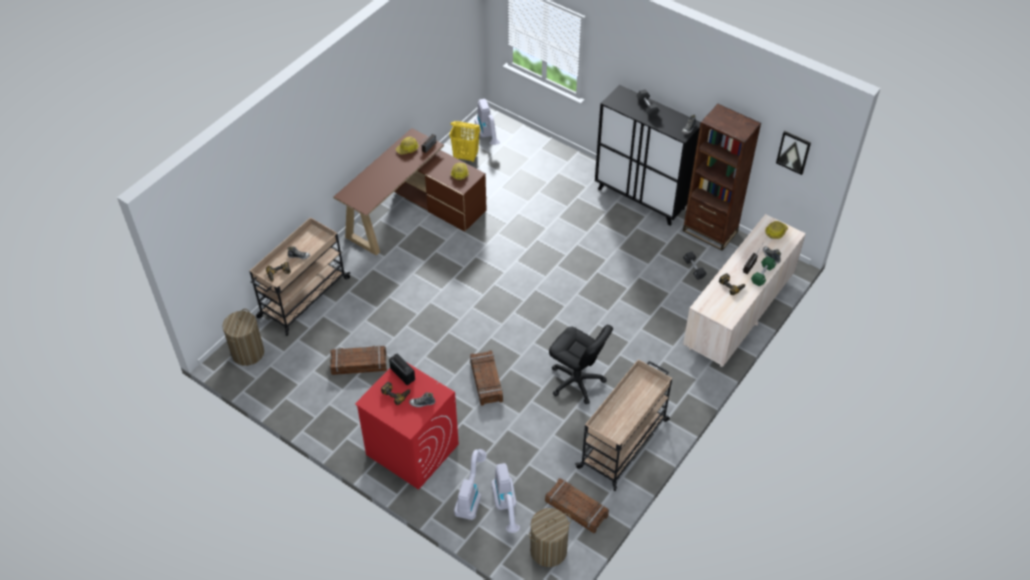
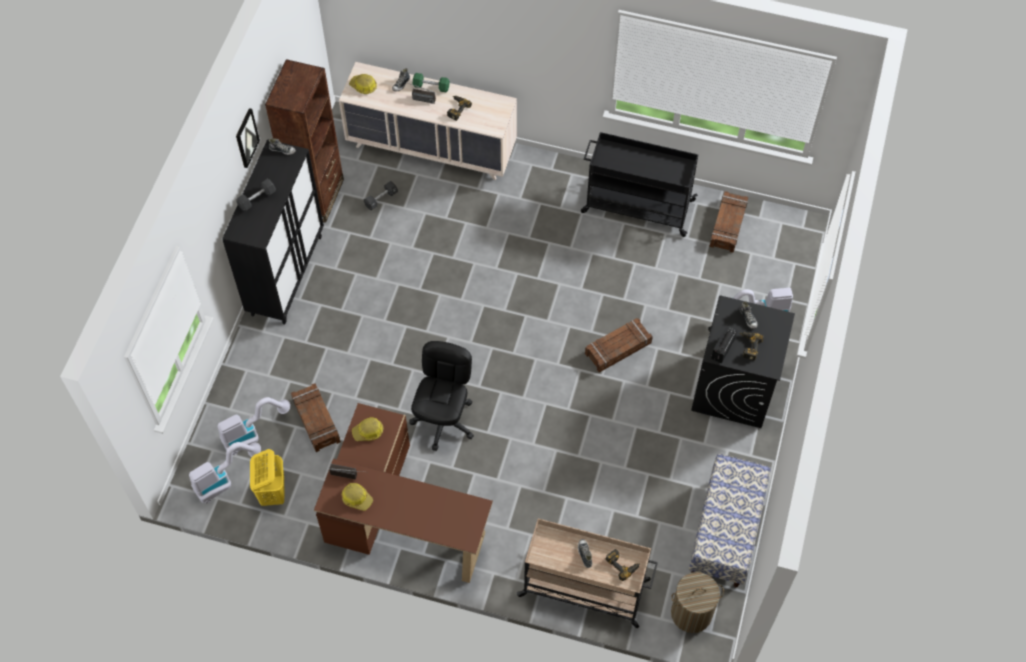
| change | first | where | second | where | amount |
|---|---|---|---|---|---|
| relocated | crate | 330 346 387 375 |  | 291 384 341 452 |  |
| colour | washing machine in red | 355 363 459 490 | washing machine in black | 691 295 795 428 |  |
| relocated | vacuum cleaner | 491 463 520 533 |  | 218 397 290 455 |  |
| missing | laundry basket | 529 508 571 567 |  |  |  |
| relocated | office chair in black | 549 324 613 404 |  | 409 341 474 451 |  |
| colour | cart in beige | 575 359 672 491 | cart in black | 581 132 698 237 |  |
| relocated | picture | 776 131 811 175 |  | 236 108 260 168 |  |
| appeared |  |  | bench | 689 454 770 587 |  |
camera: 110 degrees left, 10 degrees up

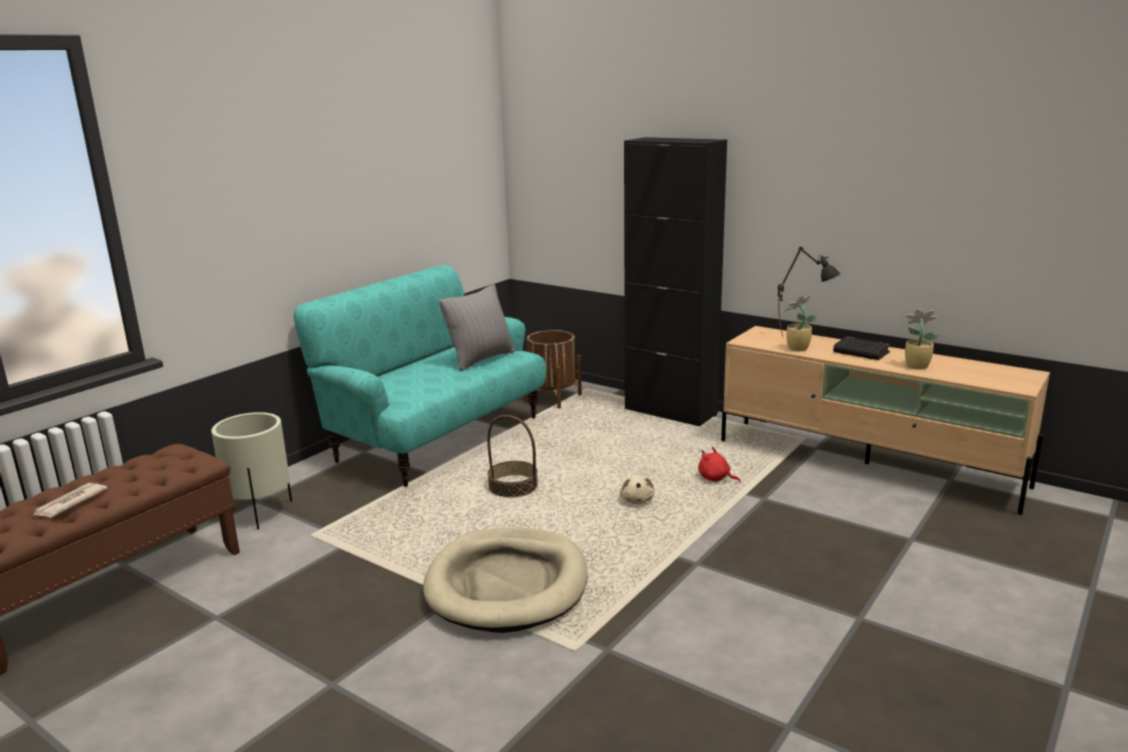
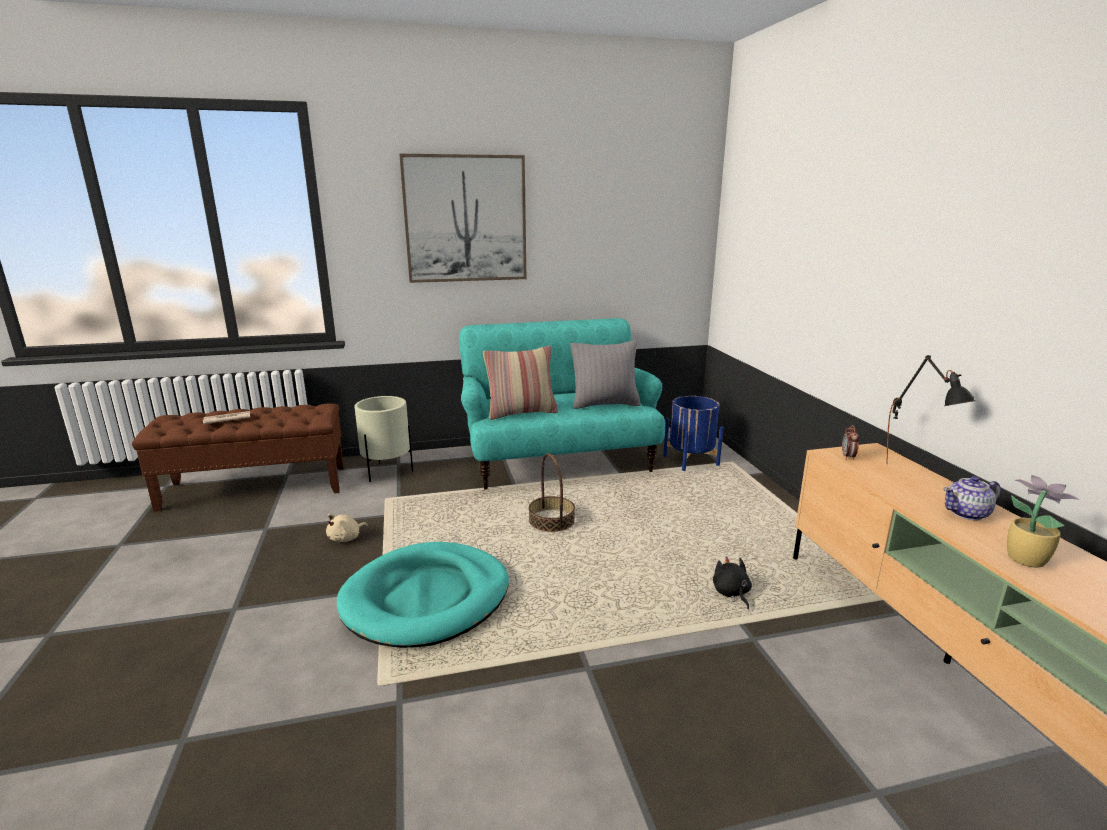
| change | first | where | second | where | amount |
|---|---|---|---|---|---|
| colour | dog bed in beige | 423 527 588 633 | dog bed in turquoise | 337 542 509 648 |  |
| colour | planter in brown | 523 330 582 408 | planter in blue | 663 396 724 471 |  |
| relocated | plush toy in beige | 620 475 655 504 |  | 326 514 368 542 |  |
| missing | cabinet in black | 624 137 727 427 |  |  |  |
| colour | plush toy in red | 698 447 741 483 | plush toy in black | 713 557 752 609 |  |
| missing | potted plant | 784 294 817 351 |  |  |  |
| exchanged | book in black | 833 337 891 360 | teapot | 944 476 1001 520 |  |
| appeared |  |  | picture | 399 154 526 283 |  |
| appeared |  |  | pillow | 483 346 558 420 |  |
| appeared |  |  | alarm clock | 842 425 859 460 |  |
camera: 40 degrees right, 0 degrees up

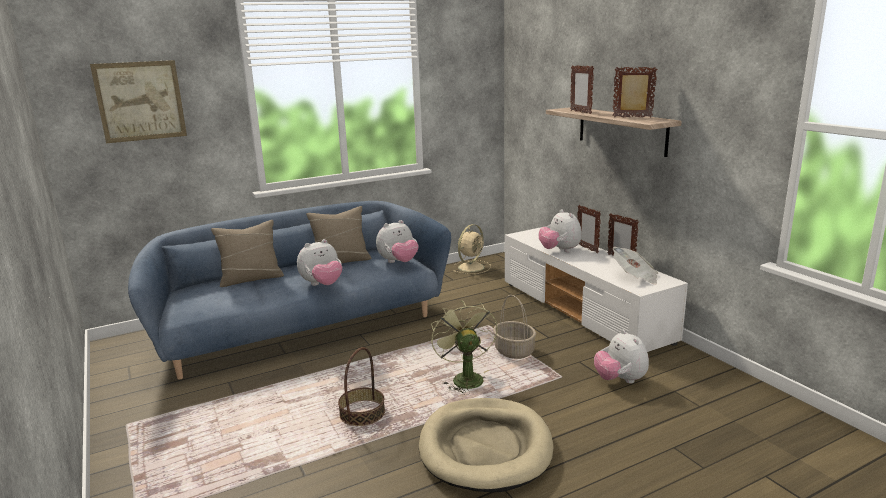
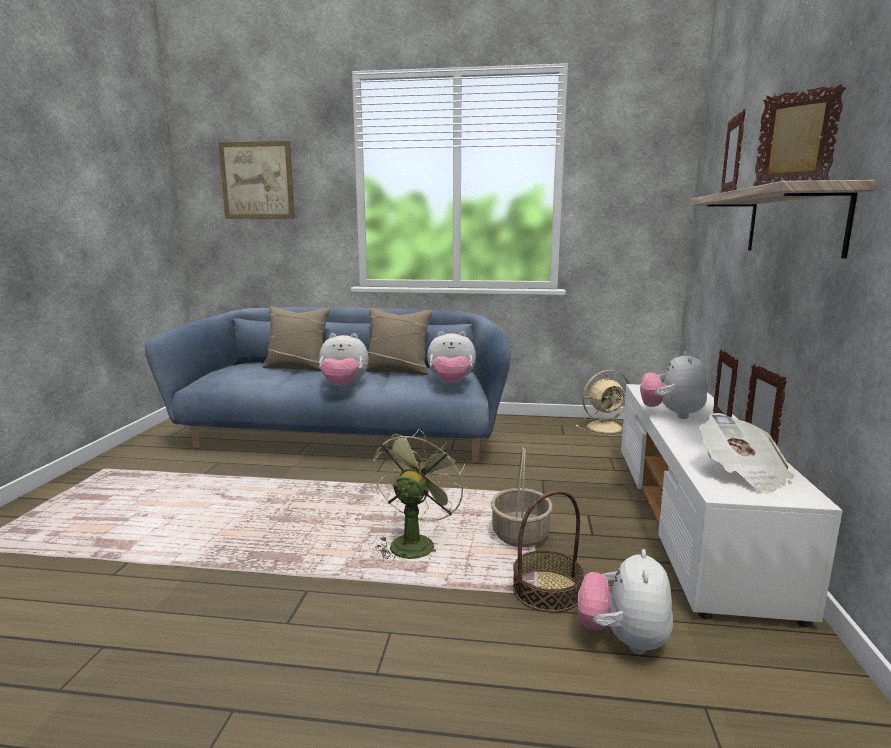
| change | first | where | second | where | amount |
|---|---|---|---|---|---|
| relocated | basket | 338 347 385 426 |  | 513 490 584 613 |  |
| missing | dog bed in beige | 419 398 554 492 |  |  |  |
camera: 35 degrees right, 5 degrees down

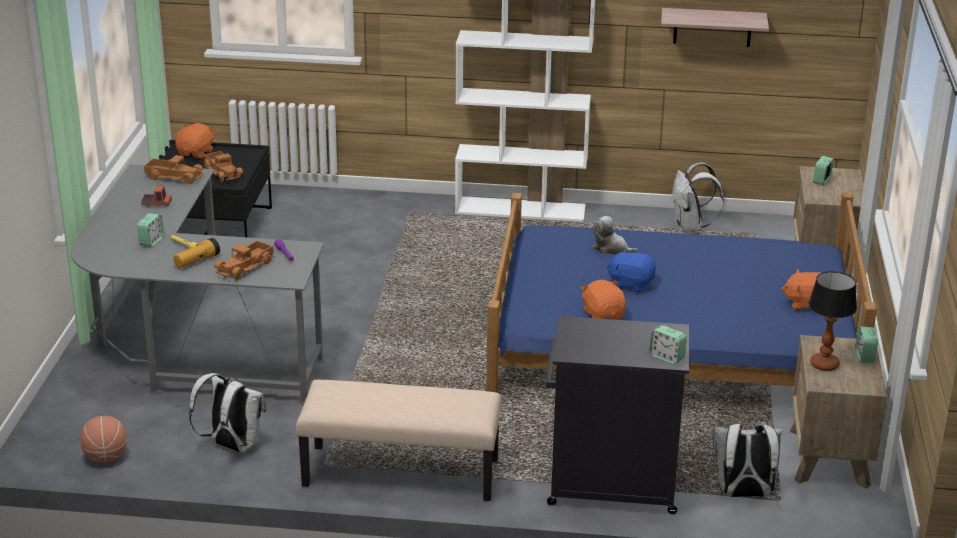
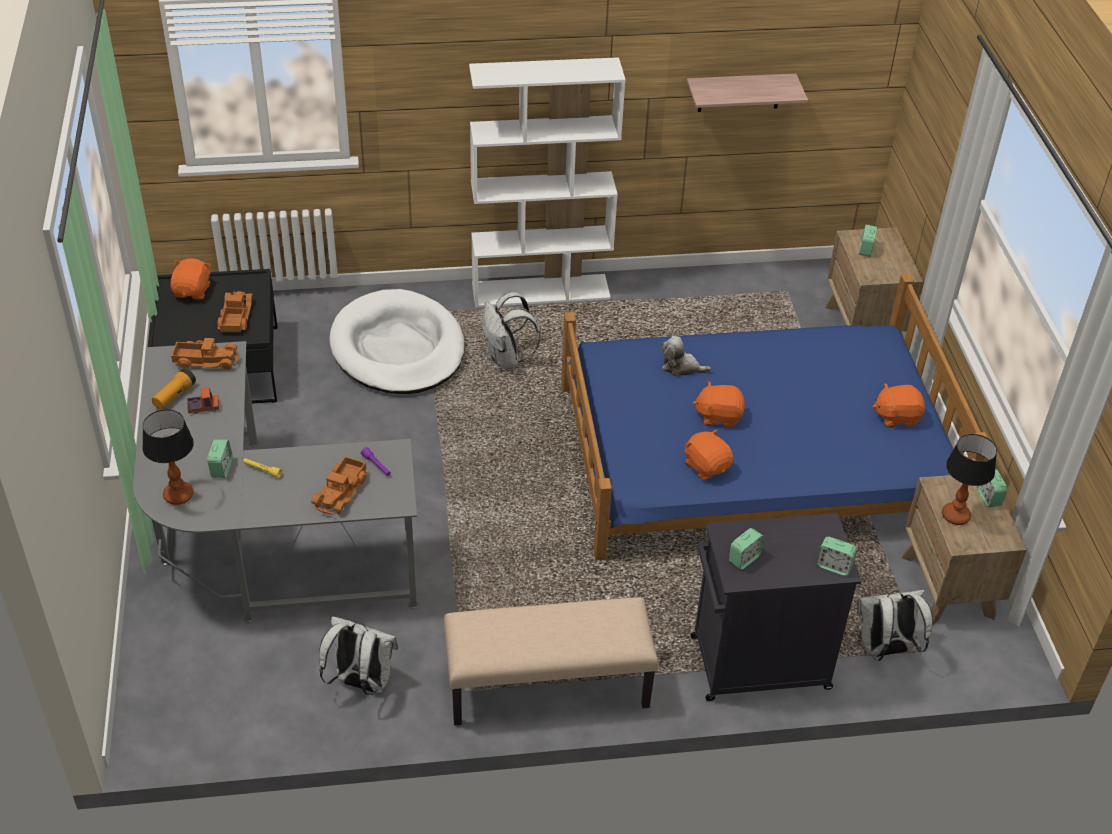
| change | first | where | second | where | amount |
|---|---|---|---|---|---|
| missing | basketball | 80 416 127 463 |  |  |  |
| relocated | flashlight | 174 238 220 268 |  | 152 368 196 409 |  |
| spun | toy truck | 203 151 243 182 |  | 218 291 253 332 | 135 degrees counterclockwise |
| colour | plush toy in blue | 606 249 656 293 | plush toy in orange | 693 381 746 428 |  |
| relocated | backpack in white | 672 162 724 232 |  | 482 292 540 369 |  |
| appeared |  |  | table lamp | 142 409 194 505 |  |
| appeared |  |  | dog bed in white | 330 289 465 394 |  |
| appeared |  |  | alarm clock | 729 528 764 570 |  |
camera: 15 degrees left, 15 degrees up

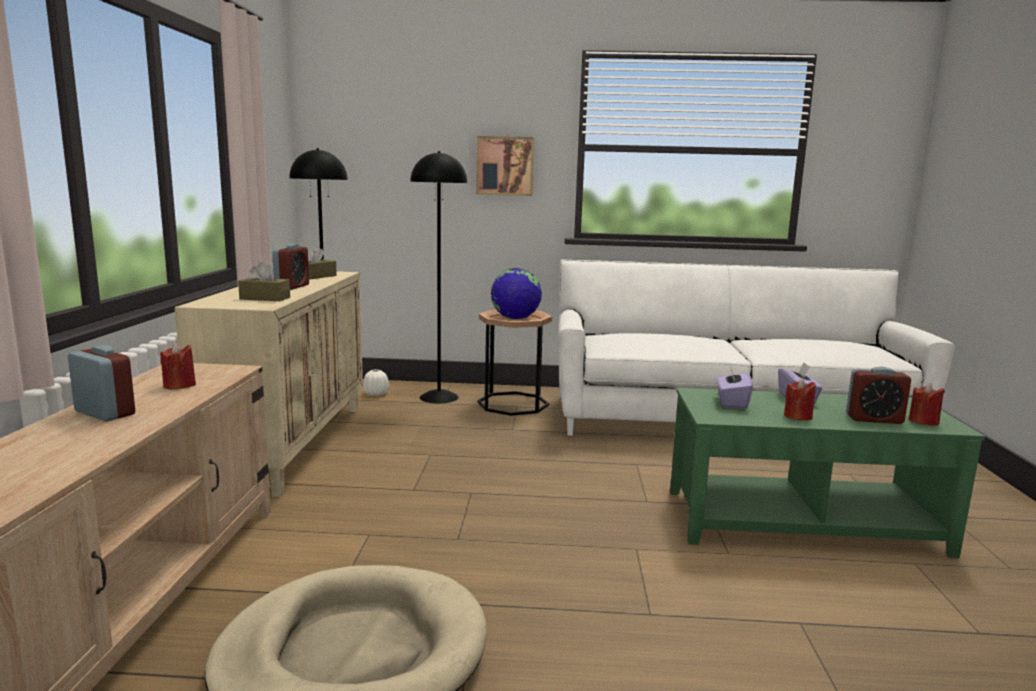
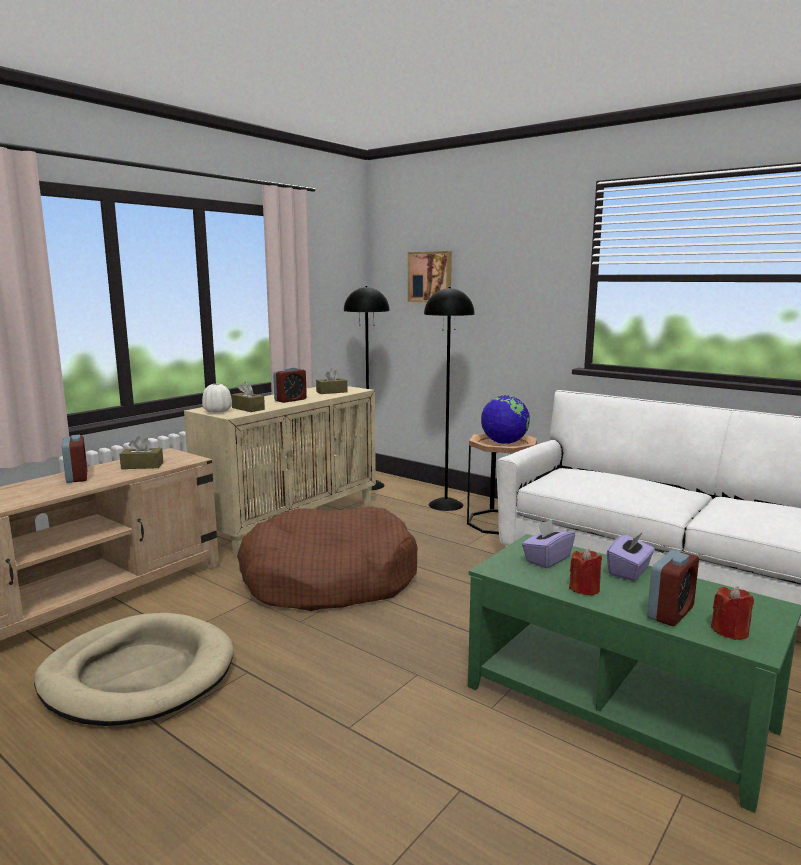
| change | first | where | second | where | amount |
|---|---|---|---|---|---|
| exchanged | candle in red | 160 343 196 390 | tissue box in brown | 119 436 163 469 |  |
| relocated | vase in white | 363 369 389 396 |  | 202 384 232 413 |  |
| relocated | picture | 476 136 534 196 |  | 408 251 452 302 |  |
| spun | alarm clock | 846 367 911 424 |  | 647 550 699 626 | 90 degrees counterclockwise |
| appeared |  |  | dog bed in brown | 237 506 418 611 |  |
camera: 35 degrees right, 0 degrees up

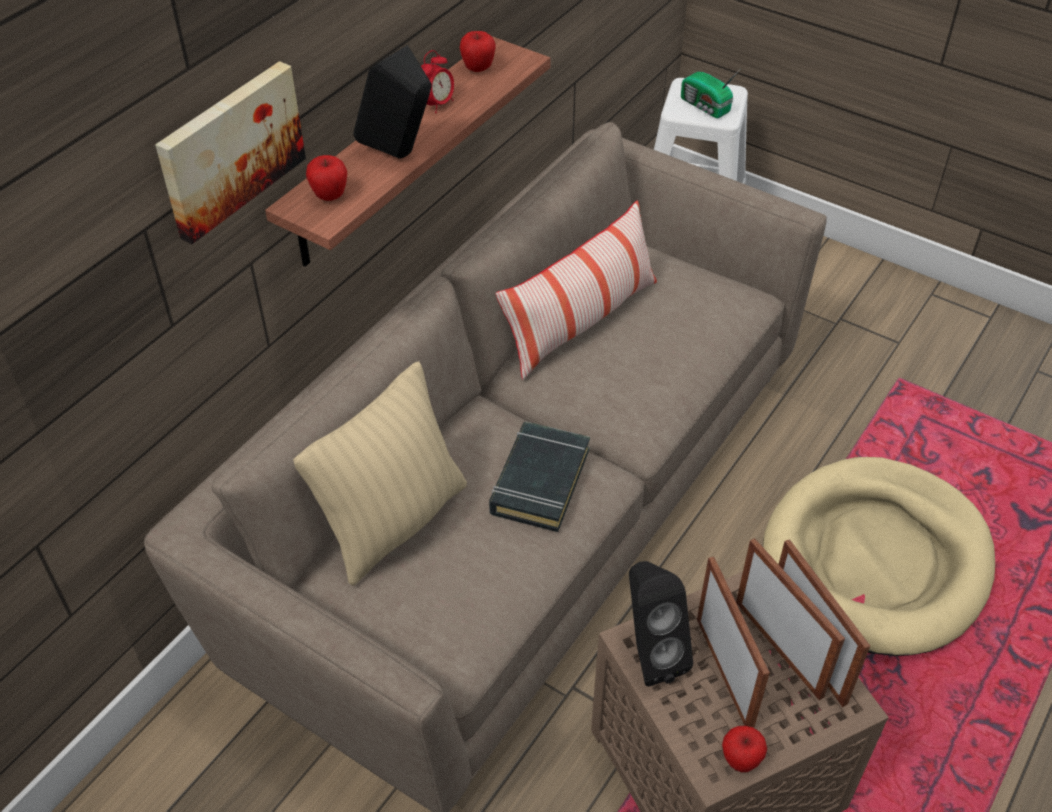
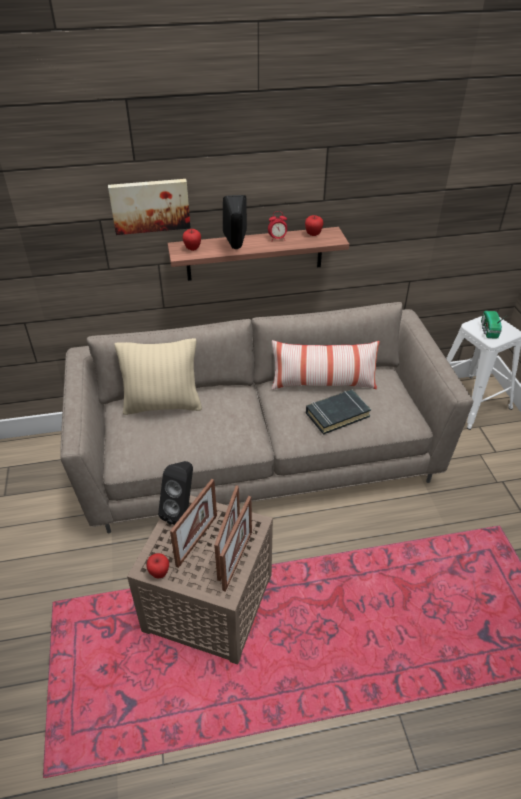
| change | first | where | second | where | amount |
|---|---|---|---|---|---|
| relocated | book in black | 489 422 590 532 |  | 306 389 371 435 |  |
| missing | dog bed in beige | 763 457 995 656 |  |  |  |
camera: 45 degrees right, 5 degrees down

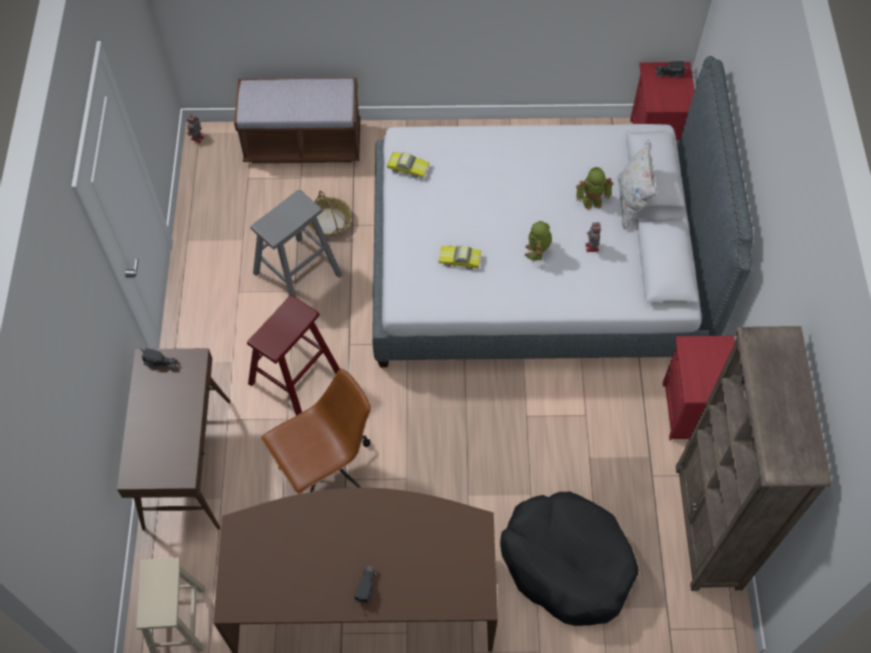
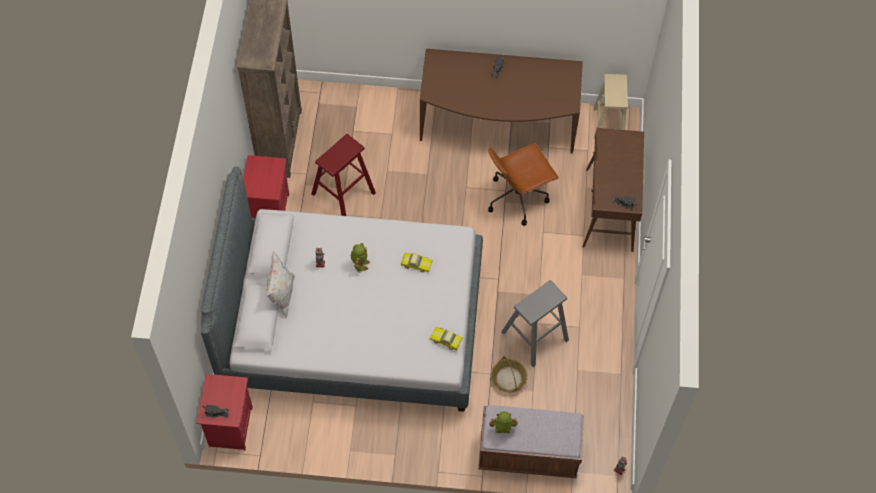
| change | first | where | second | where | amount |
|---|---|---|---|---|---|
| relocated | stool in red | 247 295 340 416 |  | 311 134 376 216 |  |
| missing | dog bed in black | 500 492 638 626 |  |  |  |
| relocated | toy robot | 576 167 613 210 |  | 489 411 518 433 |  |
camera: 175 degrees left, 0 degrees up

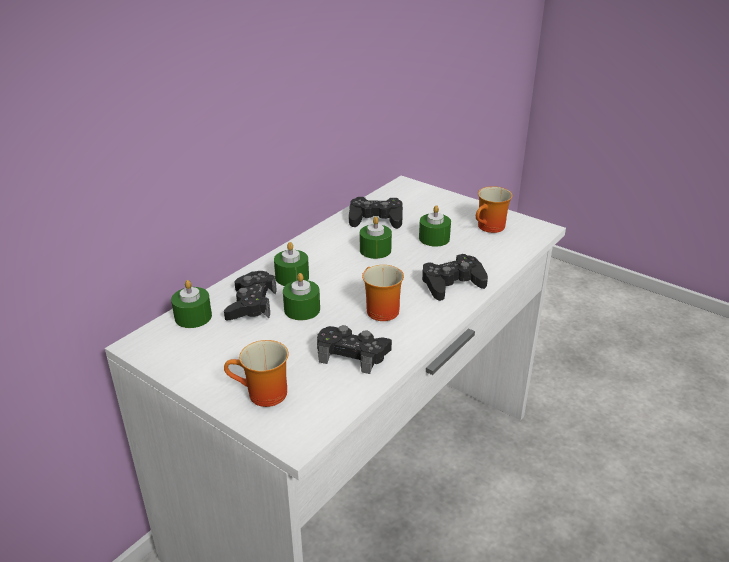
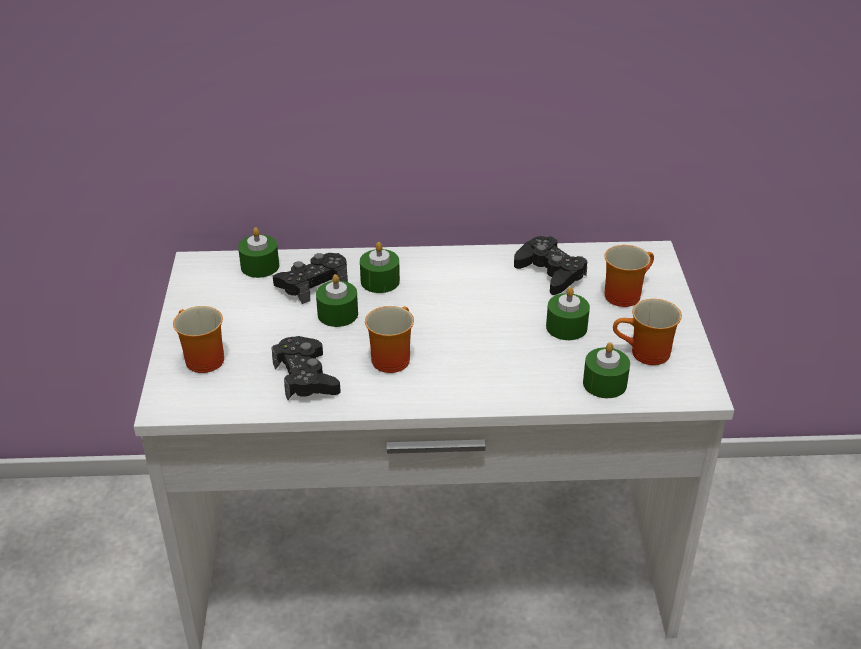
| change | first | where | second | where | amount |
|---|---|---|---|---|---|
| relocated | candle in green | 360 216 392 259 |  | 583 342 630 398 |  |
| missing | game controller in black | 422 254 488 301 |  |  |  |
| appeared |  |  | mug | 604 245 654 307 |  |
camera: 50 degrees right, 5 degrees up

